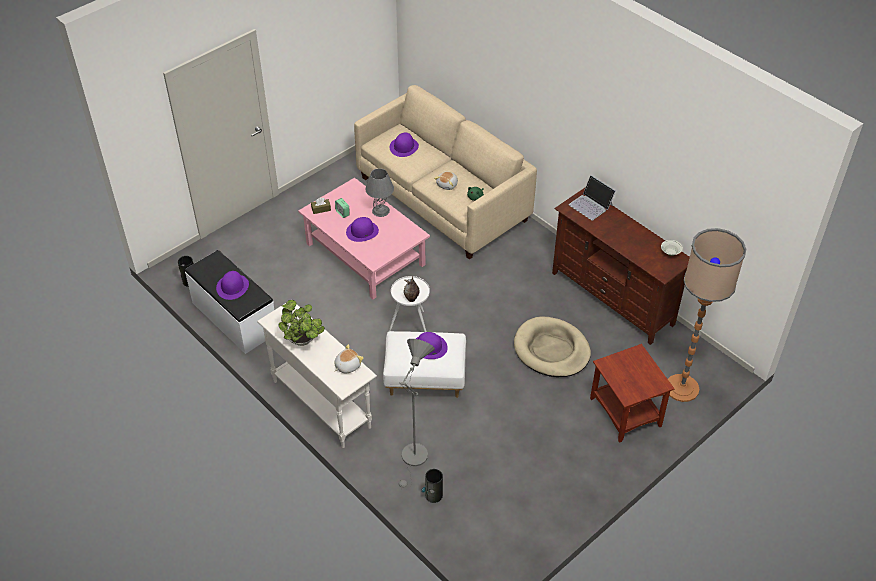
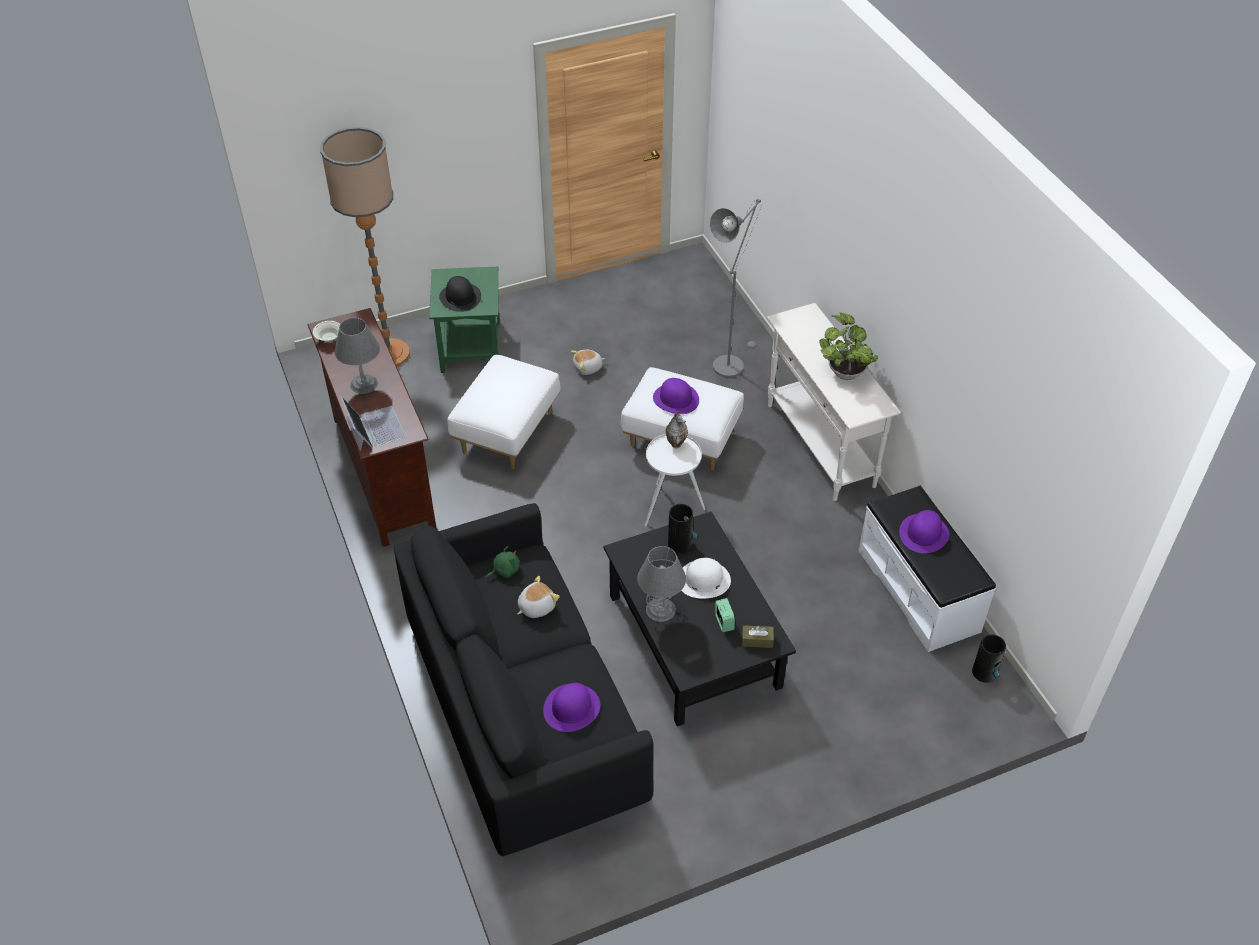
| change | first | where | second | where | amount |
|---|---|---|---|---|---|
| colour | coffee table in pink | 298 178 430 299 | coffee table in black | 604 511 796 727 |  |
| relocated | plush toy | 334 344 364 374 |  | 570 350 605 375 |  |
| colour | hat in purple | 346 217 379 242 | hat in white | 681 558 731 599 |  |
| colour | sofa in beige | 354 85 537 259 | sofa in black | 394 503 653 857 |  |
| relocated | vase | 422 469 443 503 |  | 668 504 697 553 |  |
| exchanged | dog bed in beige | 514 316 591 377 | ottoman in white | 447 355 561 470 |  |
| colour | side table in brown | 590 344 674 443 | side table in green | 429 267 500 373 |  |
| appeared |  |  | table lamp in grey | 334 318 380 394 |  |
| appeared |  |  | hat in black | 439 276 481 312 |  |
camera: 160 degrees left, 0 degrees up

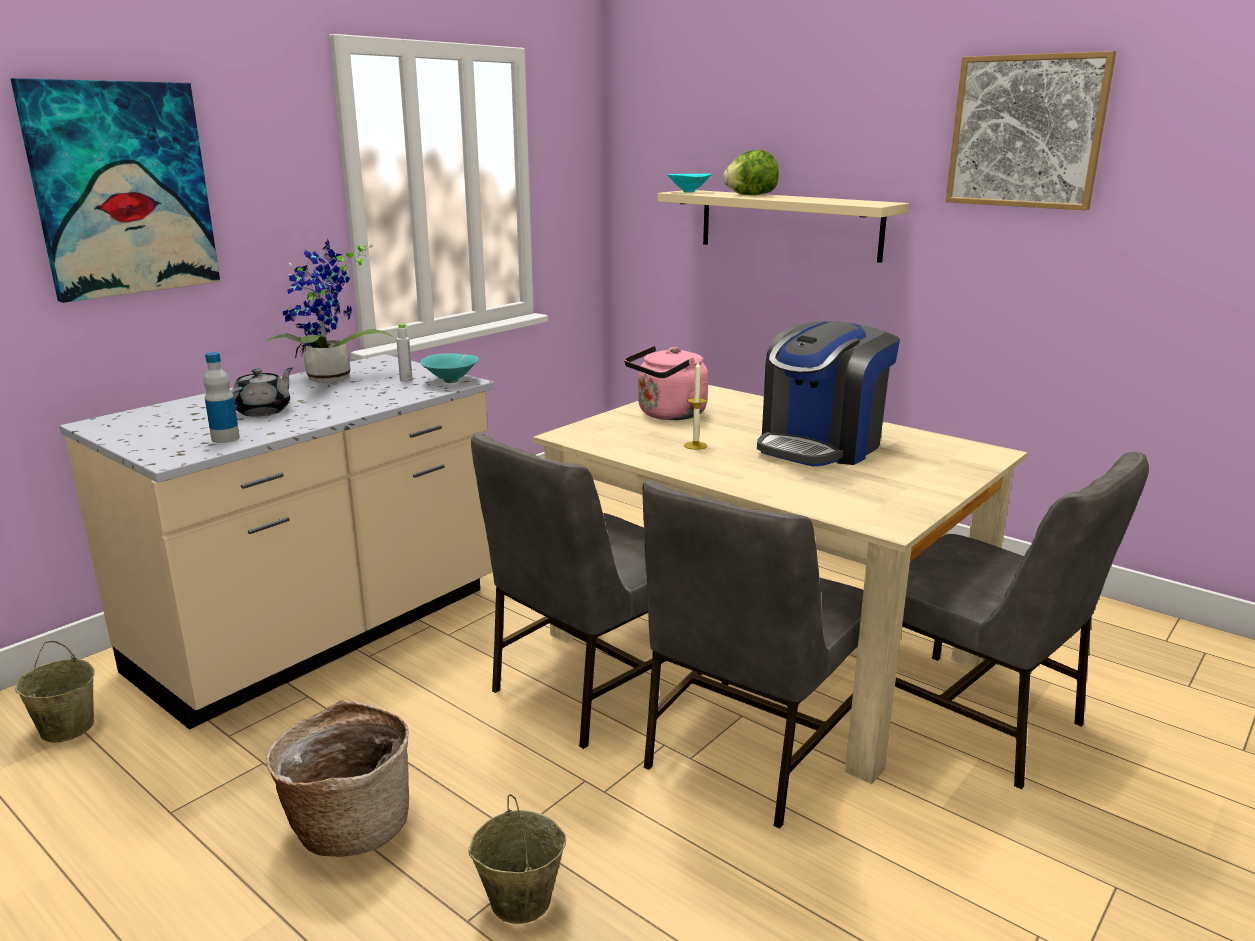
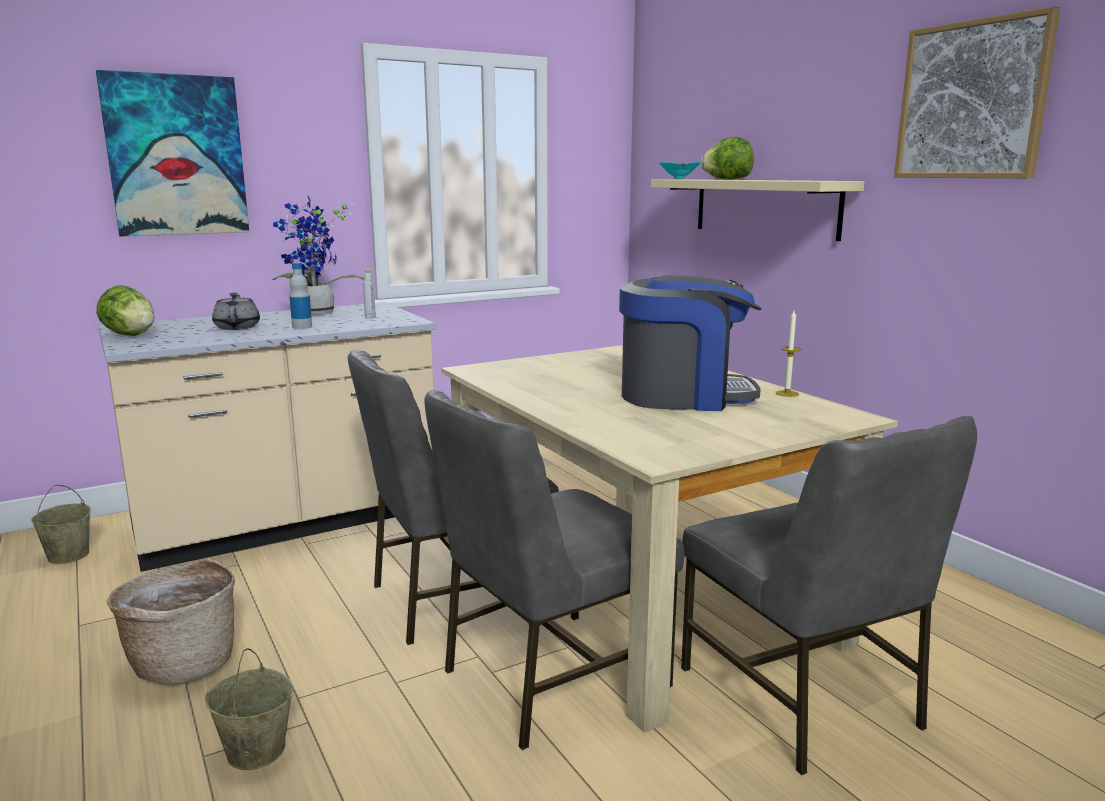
| change | first | where | second | where | amount |
|---|---|---|---|---|---|
| relocated | bottle | 204 352 240 443 |  | 289 263 312 329 |  |
| spun | teapot in grey | 231 367 293 416 |  | 212 293 260 330 | 60 degrees counterclockwise |
| missing | bowl in turquoise | 420 353 479 383 |  |  |  |
| missing | kettle in pink | 624 346 708 420 |  |  |  |
| relocated | candle | 684 362 707 450 |  | 776 311 801 397 |  |
| spun | coffee machine | 757 321 900 467 |  | 619 275 762 411 | 150 degrees counterclockwise |
| appeared |  |  | lettuce | 96 285 154 336 |  |
camera: 20 degrees right, 5 degrees down

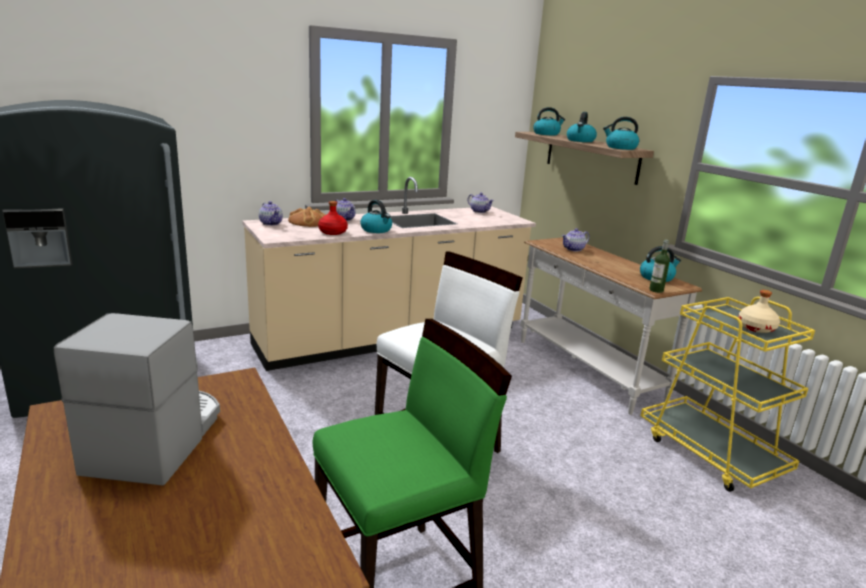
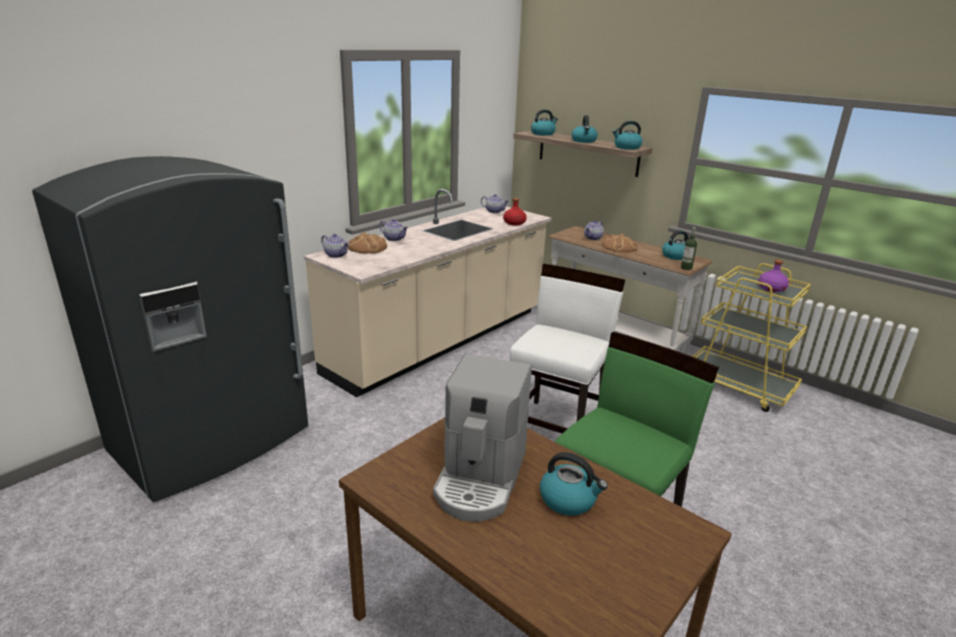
| change | first | where | second | where | amount |
|---|---|---|---|---|---|
| spun | coffee machine | 54 313 220 486 |  | 433 354 532 522 | 150 degrees counterclockwise |
| relocated | bottle in red | 318 201 348 235 |  | 503 198 527 225 |  |
| relocated | kettle | 360 200 392 233 |  | 540 452 608 516 |  |
| colour | bottle in beige | 738 290 780 333 | bottle in purple | 758 260 789 292 |  |
| appeared |  |  | bread | 602 234 637 253 |  |
camera: 20 degrees left, 5 degrees up

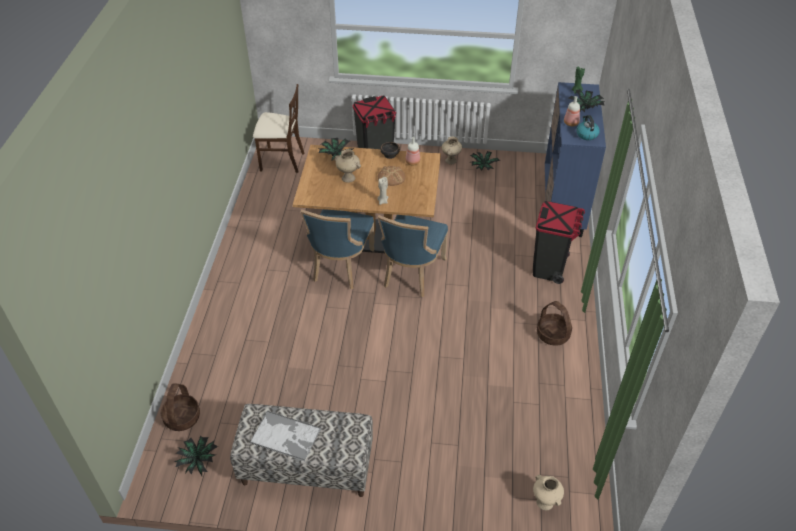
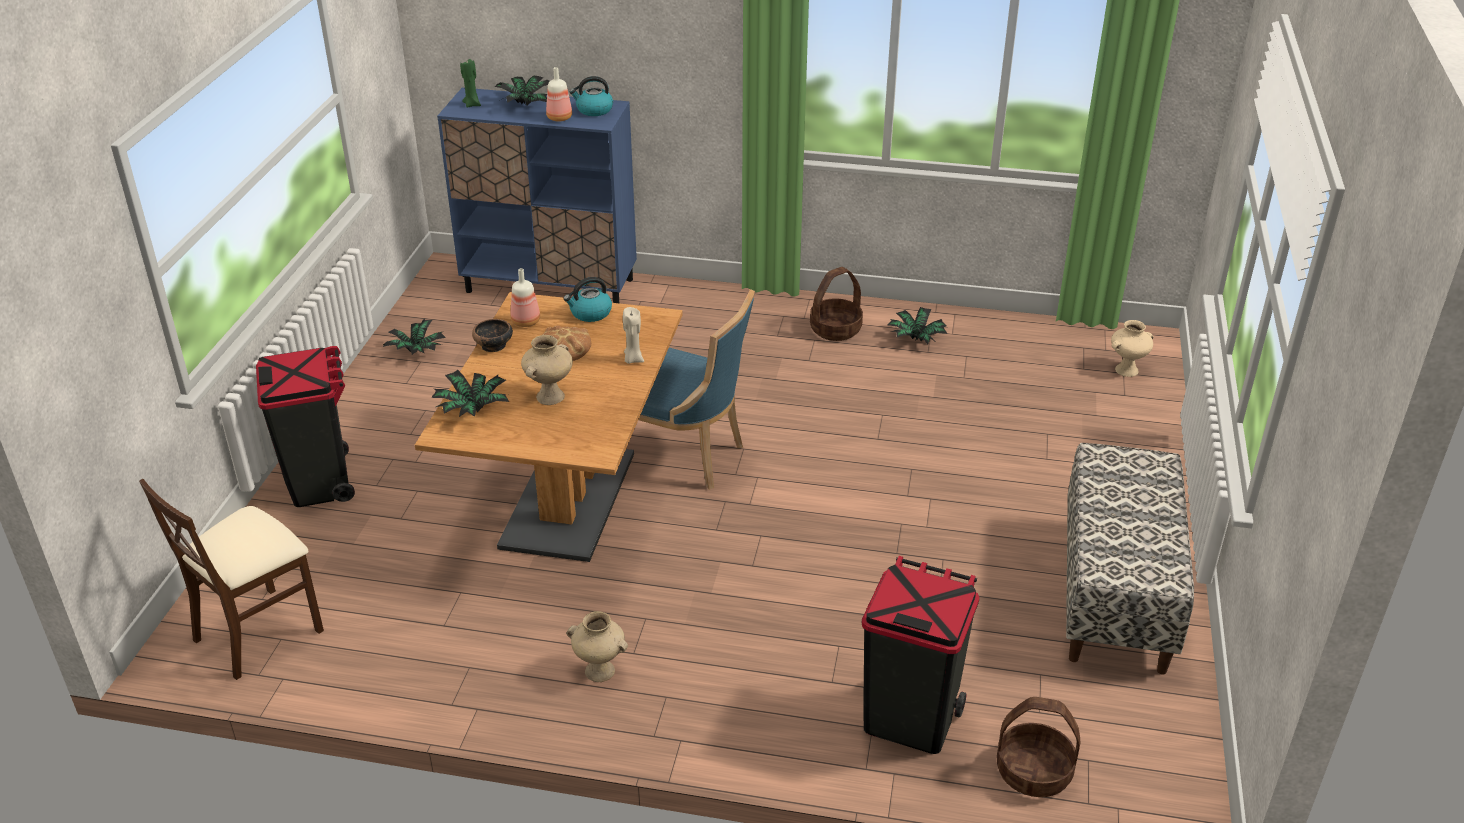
| change | first | where | second | where | amount |
|---|---|---|---|---|---|
| relocated | potted plant | 174 436 218 476 |  | 888 307 947 344 |  |
| missing | tray | 250 410 321 461 |  |  |  |
| spun | chair in beige | 253 84 305 173 |  | 139 479 324 680 | 150 degrees counterclockwise |
| missing | chair in blue | 300 209 374 289 |  |  |  |
| relocated | vase in beige | 442 136 462 165 |  | 566 611 628 682 |  |
| relocated | trash can in black | 533 201 585 284 |  | 862 556 980 754 |  |
| appeared |  |  | kettle | 564 277 612 322 |  |
camera: 85 degrees left, 10 degrees down

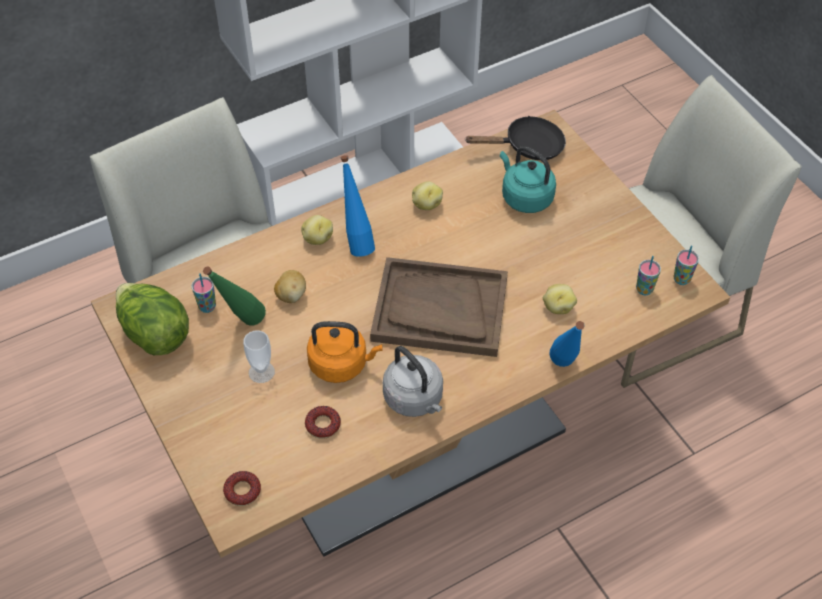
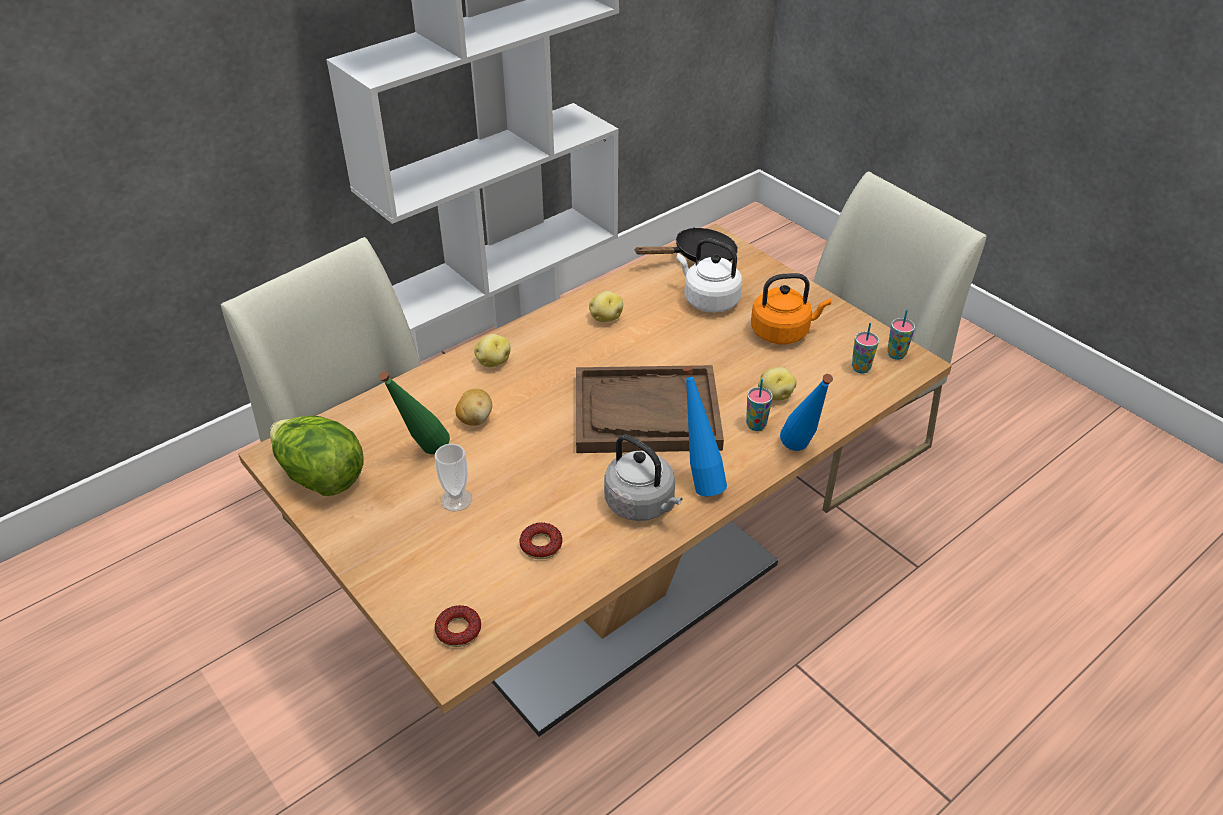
| change | first | where | second | where | amount |
|---|---|---|---|---|---|
| relocated | cup | 192 273 216 313 |  | 746 379 773 431 |  |
| relocated | kettle in orange | 307 321 383 383 |  | 751 273 831 344 |  |
| relocated | bottle in blue | 341 155 375 257 |  | 683 367 727 496 |  |
| colour | kettle in turquoise | 500 146 556 213 | kettle in white | 677 238 742 313 |  |
camera: 10 degrees left, 10 degrees down

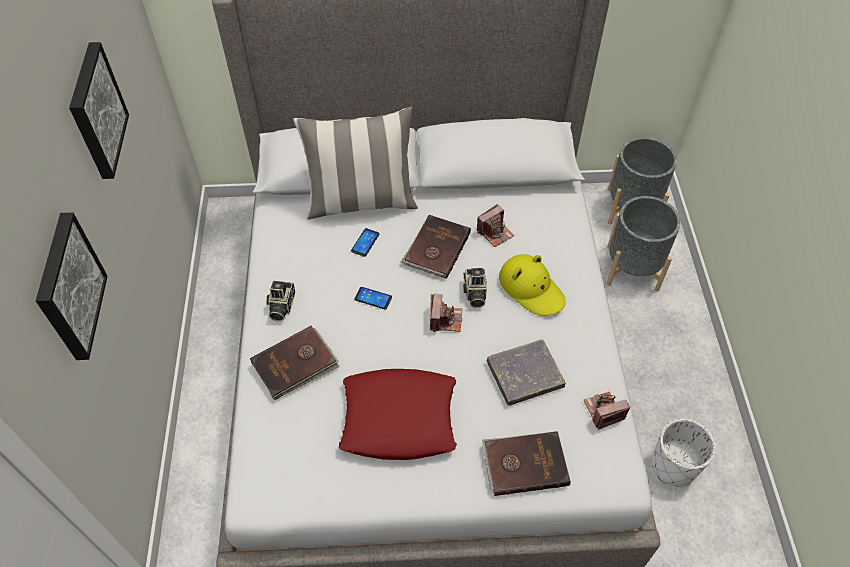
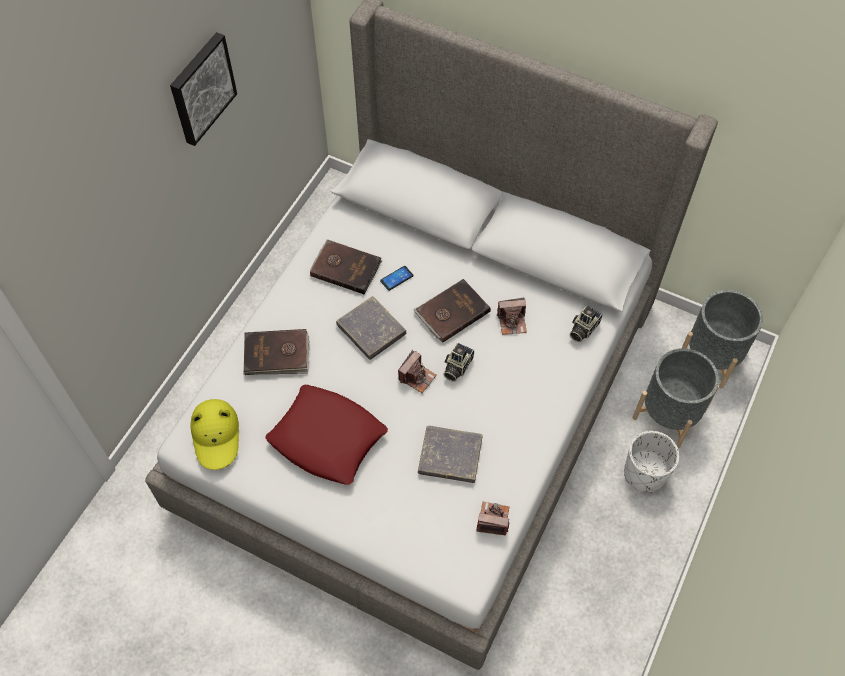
| change | first | where | second | where | amount |
|---|---|---|---|---|---|
| missing | picture | 36 212 108 360 |  |  |  |
| relocated | photo camera | 266 281 295 321 |  | 570 306 603 342 |  |
| missing | pillow | 293 107 418 220 |  |  |  |
| exchanged | phone | 354 287 392 310 | book in grey | 336 296 406 360 |  |
| relocated | book in brown | 482 431 571 496 |  | 310 239 382 295 |  |
| relocated | hat in yellow | 499 254 566 316 |  | 191 399 239 470 |  |
| relocated | planter in white | 652 419 716 487 |  | 624 431 679 493 |  |
camera: 30 degrees right, 5 degrees up

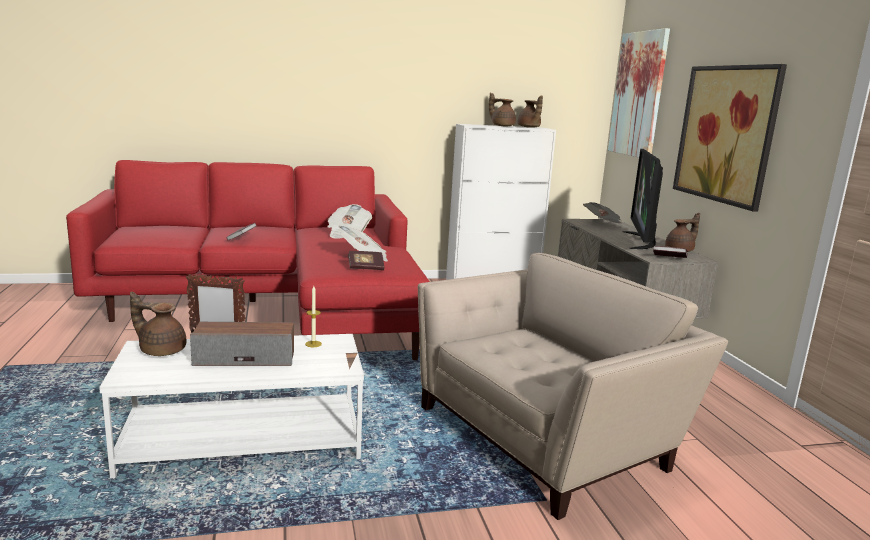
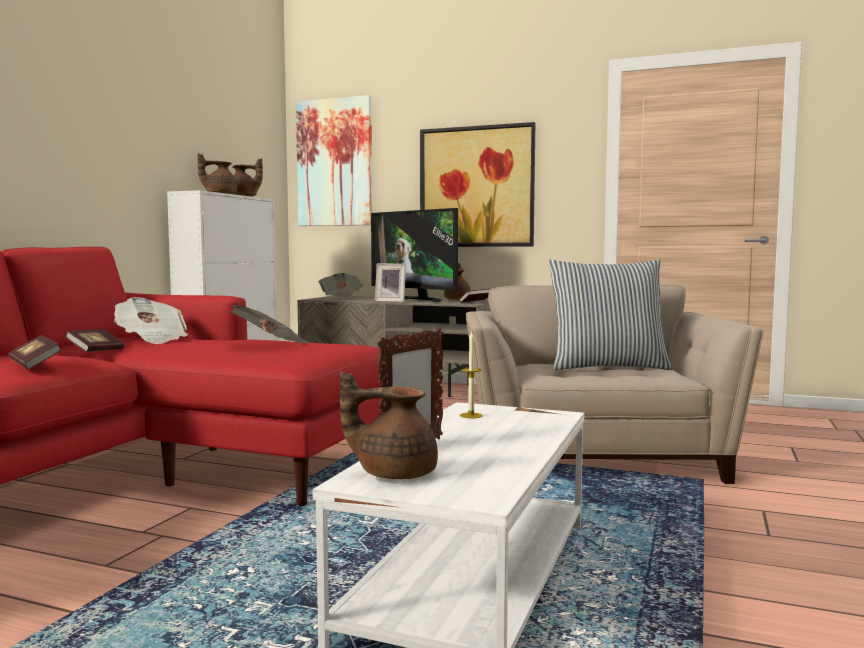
| change | first | where | second | where | amount |
|---|---|---|---|---|---|
| spun | teapot in brown | 130 292 187 356 |  | 340 371 438 479 | 45 degrees clockwise |
| missing | speaker | 190 322 294 366 |  |  |  |
| relocated | book | 348 251 384 270 |  | 65 329 125 352 |  |
| appeared |  |  | picture frame | 375 264 406 302 |  |
| appeared |  |  | pillow | 548 259 672 370 |  |
camera: 55 degrees left, 10 degrees down

